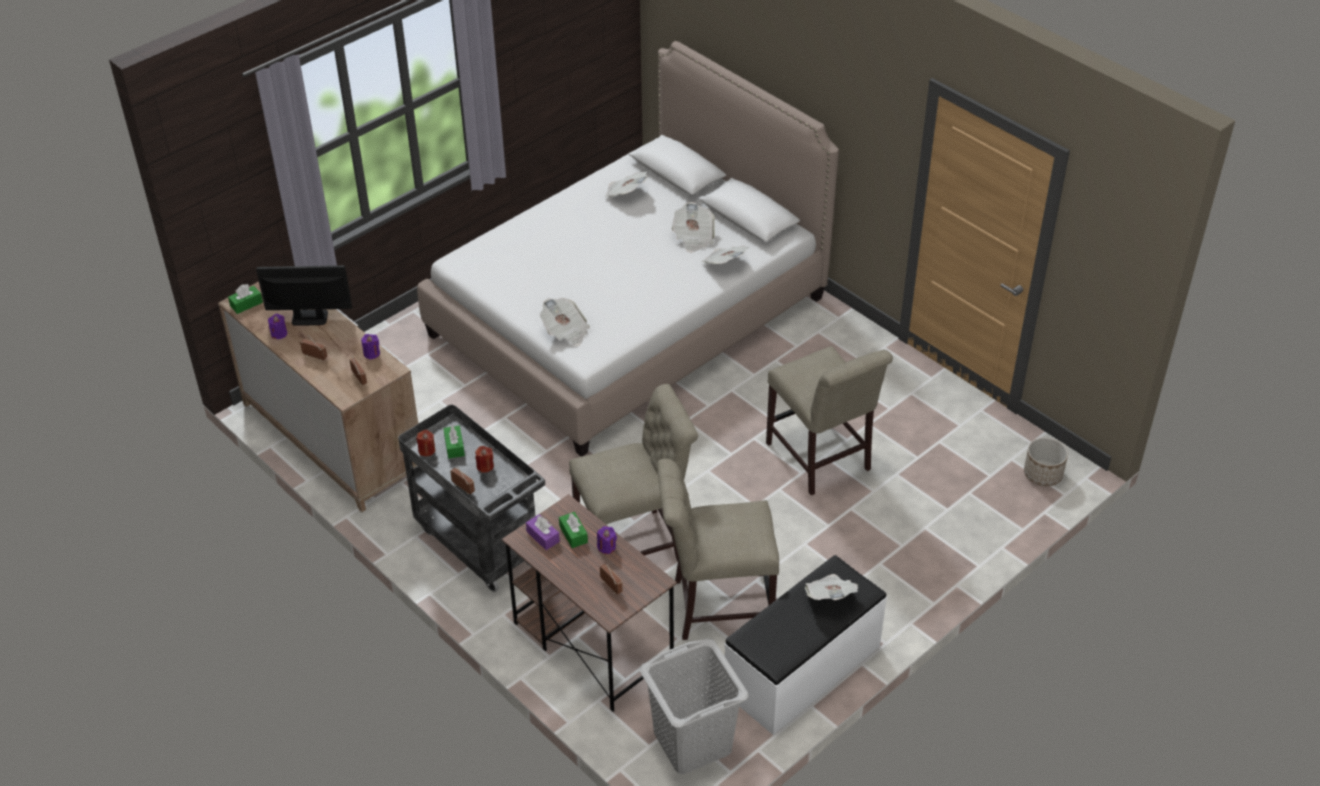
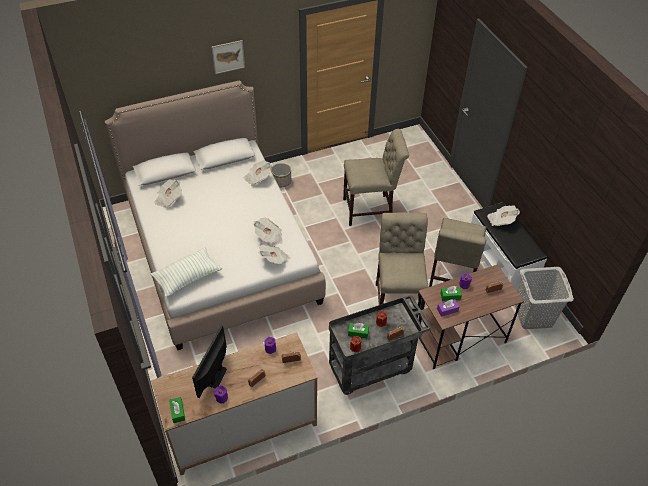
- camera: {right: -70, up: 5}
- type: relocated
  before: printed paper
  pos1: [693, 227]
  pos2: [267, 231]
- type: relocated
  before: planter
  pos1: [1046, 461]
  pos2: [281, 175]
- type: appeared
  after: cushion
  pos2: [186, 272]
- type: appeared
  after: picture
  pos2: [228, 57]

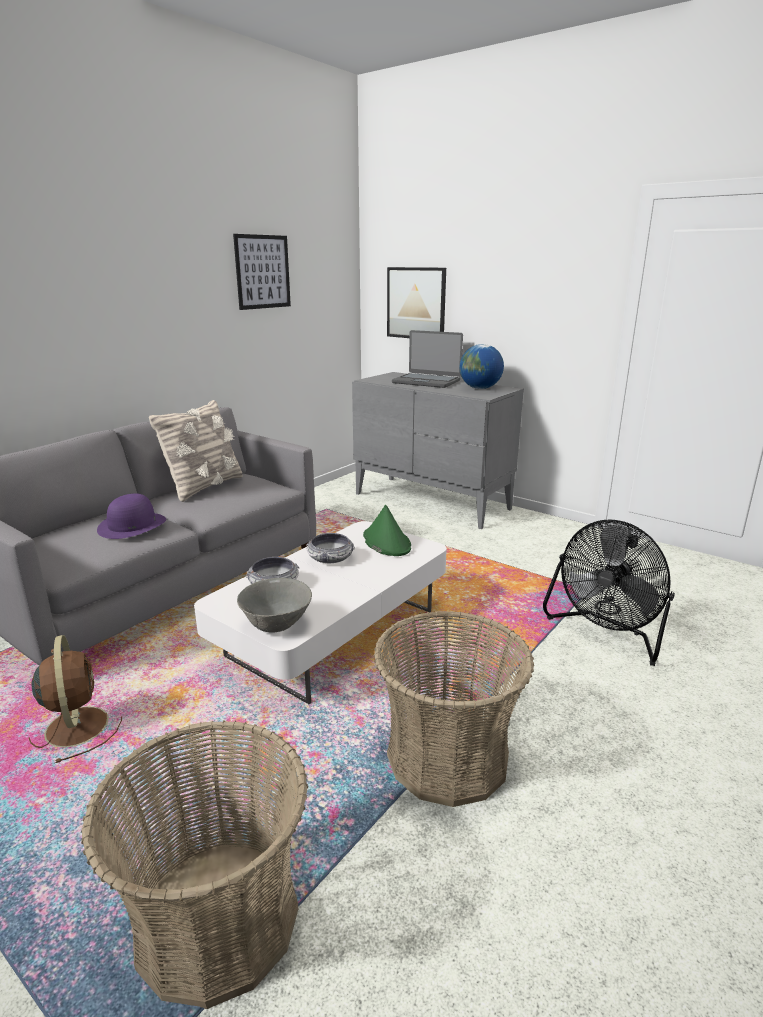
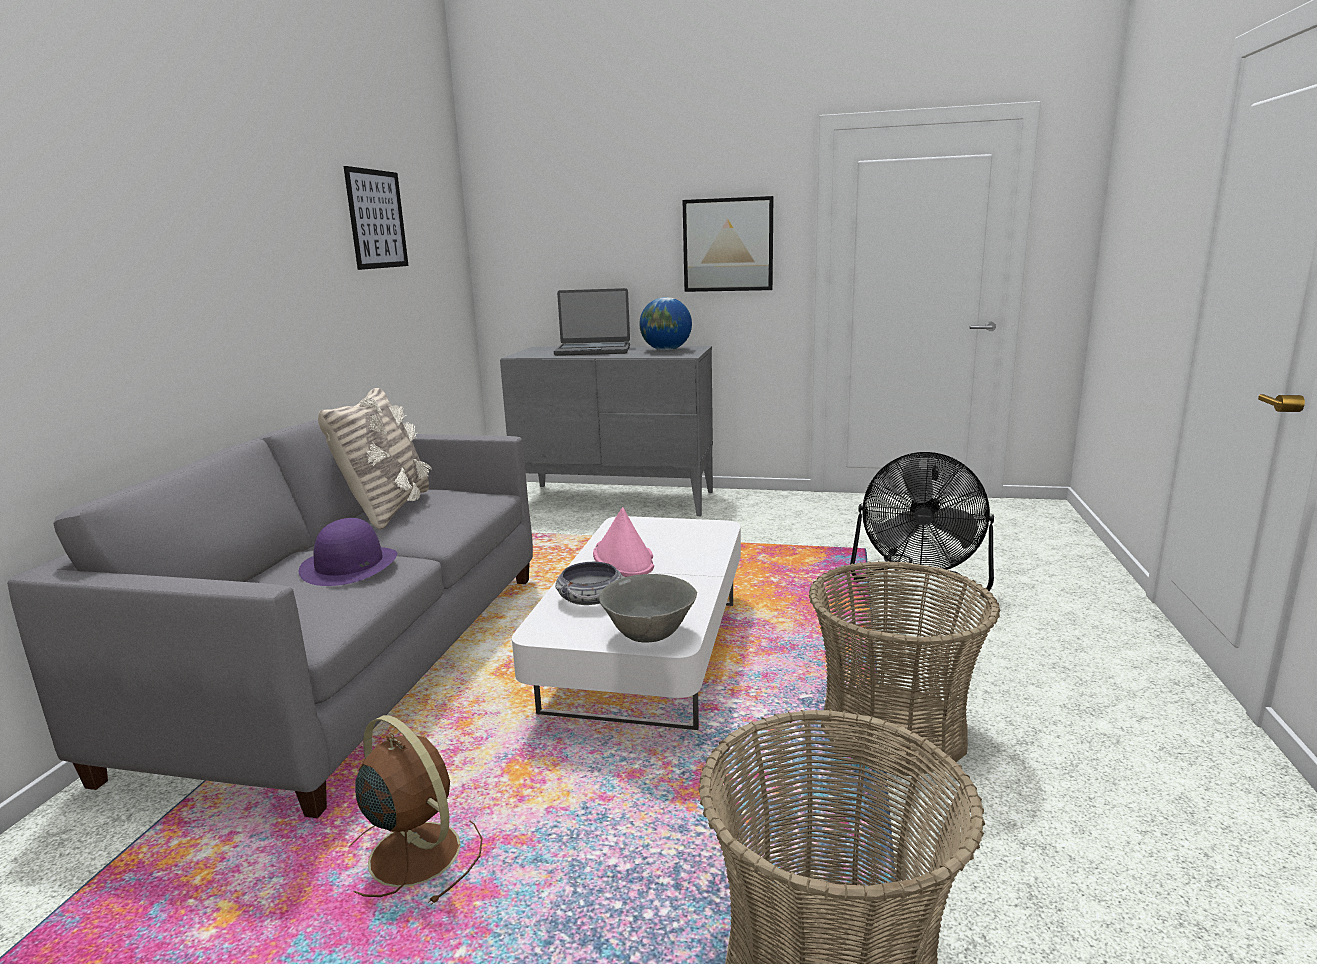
- camera: {right: -25, up: -5}
- type: exchanged
  before: serving bowl
  after: pink-coloured hat
  pos1: [330, 548]
  pos2: [623, 542]
- type: missing
  before: greenish hat
  pos1: [387, 530]
- type: relocated
  before: picture
  pos1: [416, 302]
  pos2: [728, 244]

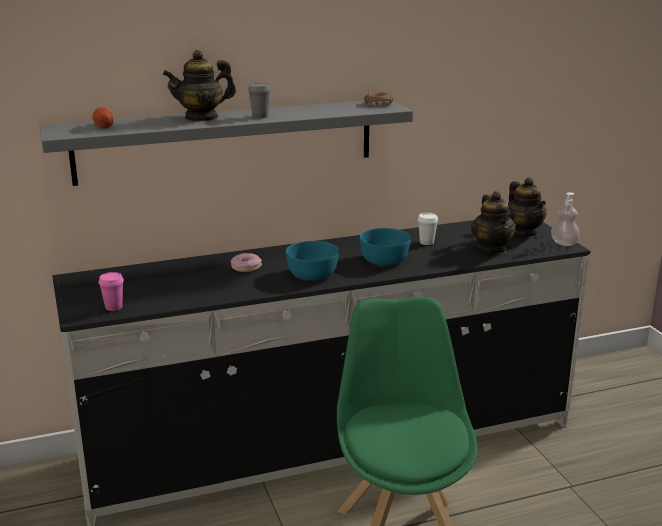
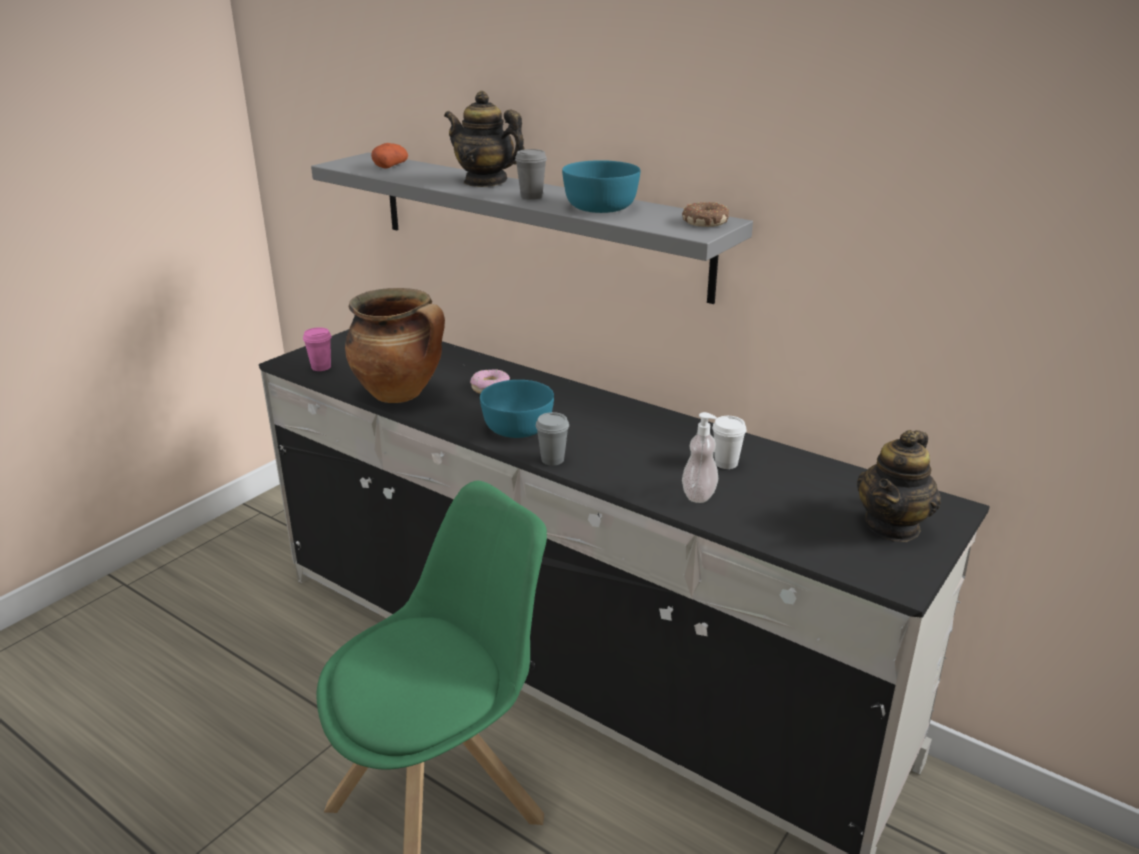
- camera: {right: 55, up: 5}
- type: relocated
  before: blue-green serving bowl
  pos1: [385, 247]
  pos2: [601, 186]
- type: missing
  before: pot for tea
  pos1: [493, 222]
- type: relocated
  before: soap dispenser
  pos1: [565, 219]
  pos2: [700, 457]
- type: appeared
  after: stockpot
  pos2: [395, 345]
- type: appeared
  after: greyish drinking cup
  pos2: [552, 439]

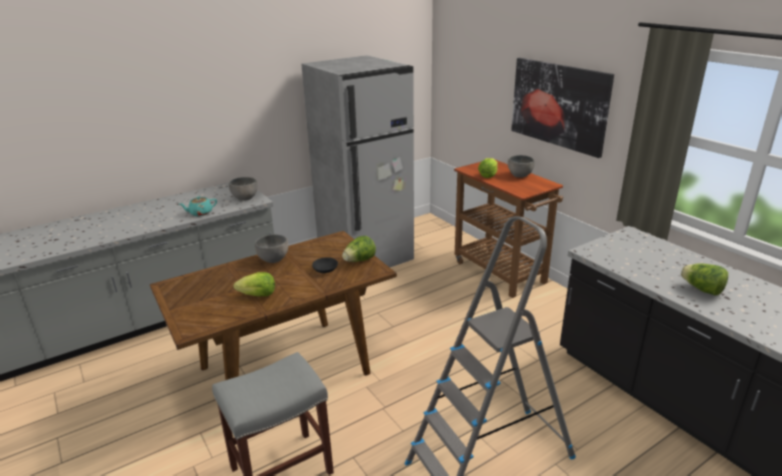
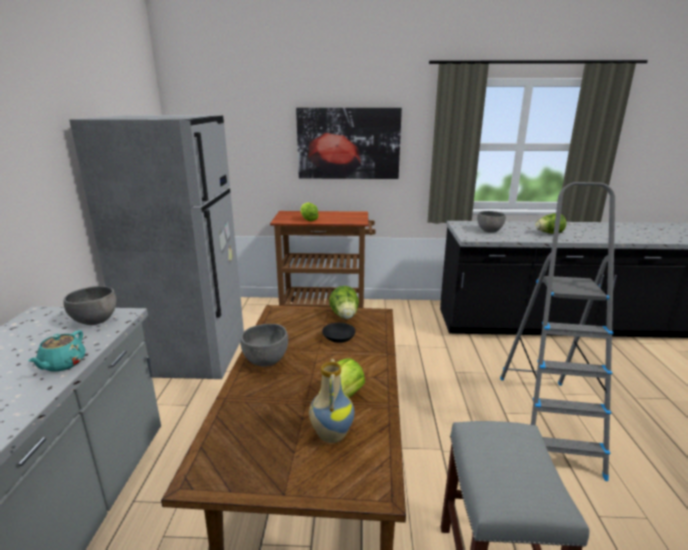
- camera: {right: -55, up: -5}
- type: relocated
  before: greyish serving bowl
  pos1: [521, 166]
  pos2: [491, 222]
- type: appeared
  after: decorative vase
  pos2: [331, 401]

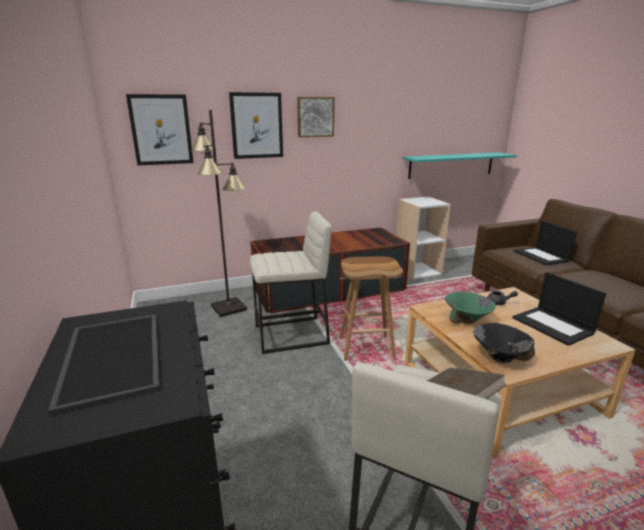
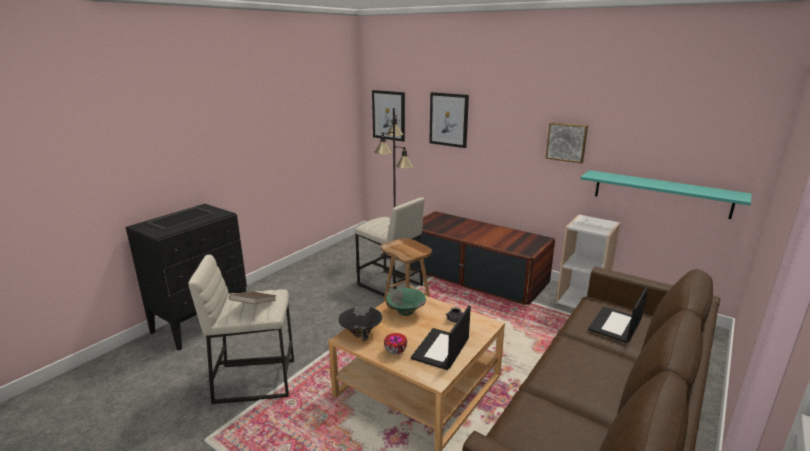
- camera: {right: 55, up: 0}
- type: relocated
  before: picture
  pos1: [315, 117]
  pos2: [567, 142]
- type: appeared
  after: serving bowl
  pos2: [395, 344]

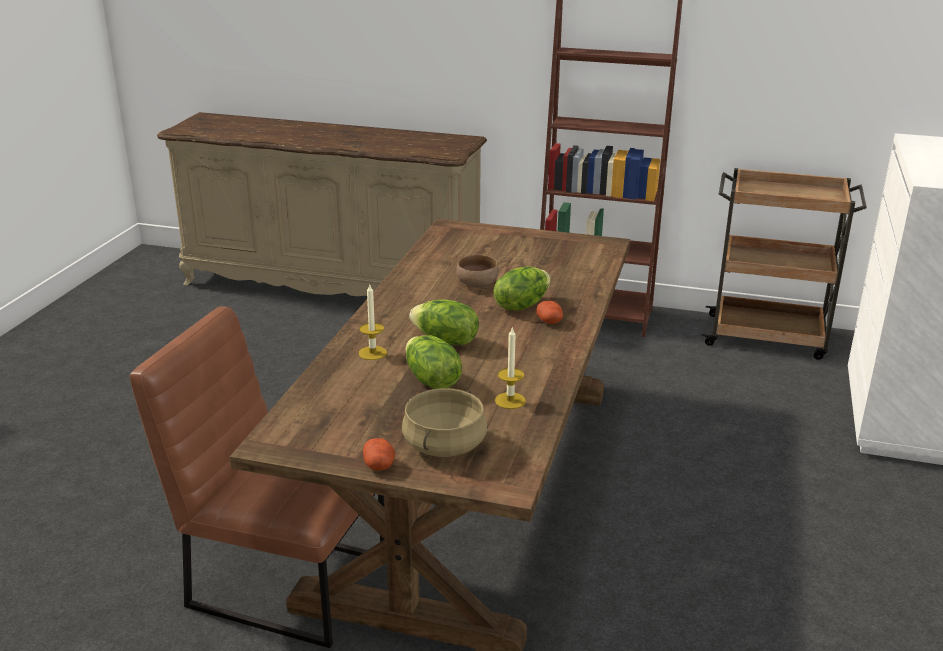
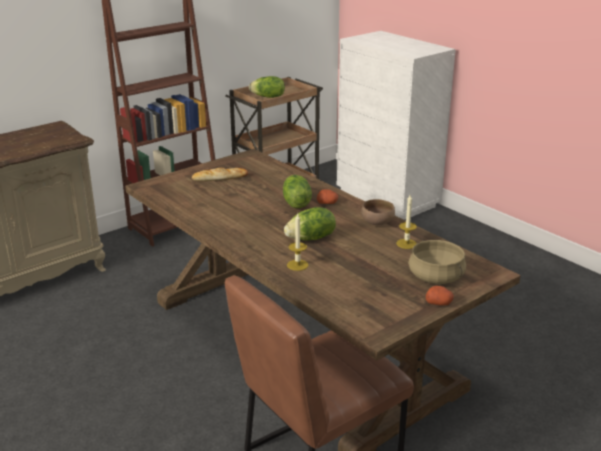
- camera: {right: -55, up: 0}
- type: relocated
  before: head of lettuce
  pos1: [433, 362]
  pos2: [267, 87]
- type: relocated
  before: brownish serving bowl
  pos1: [477, 271]
  pos2: [378, 212]
- type: appeared
  after: baked bread
  pos2: [220, 174]

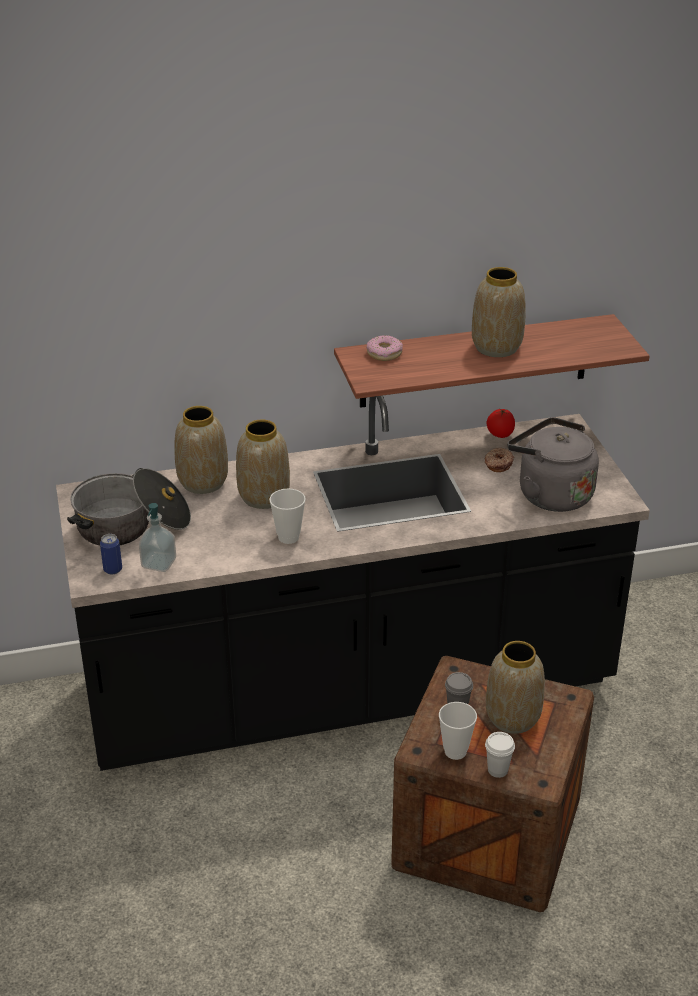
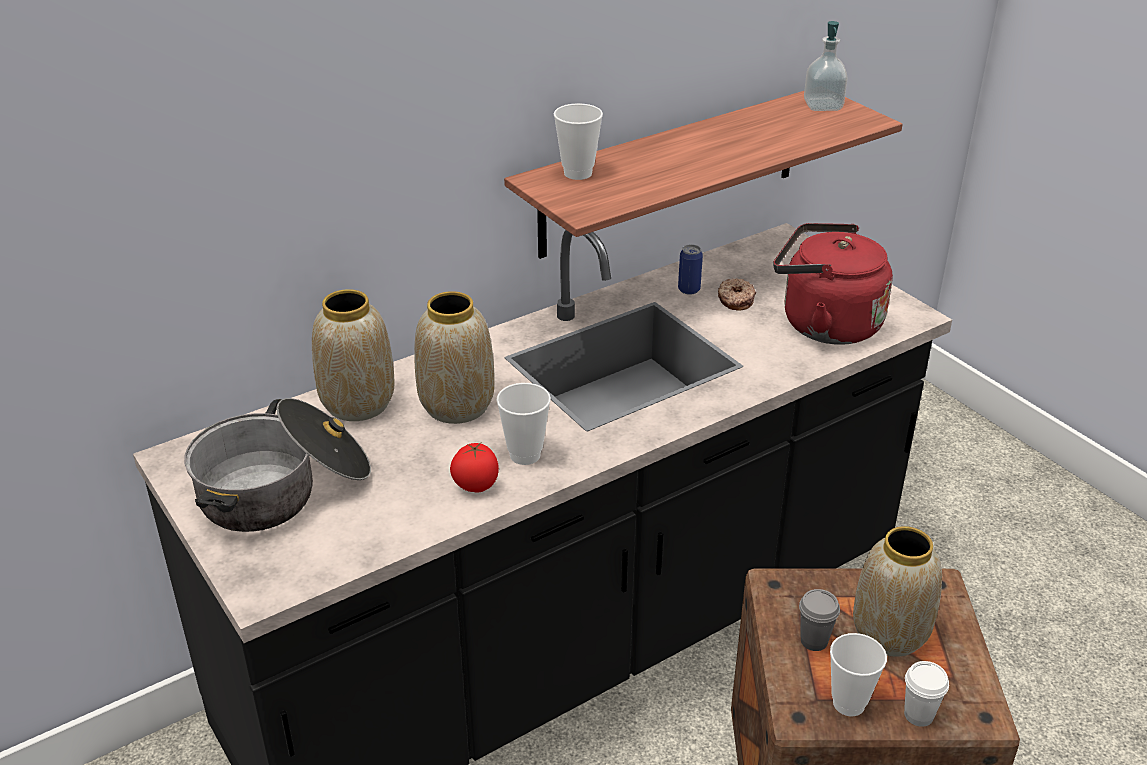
- camera: {right: -20, up: 0}
- type: relocated
  before: metal can
  pos1: [111, 554]
  pos2: [690, 269]
- type: relocated
  before: soap dispenser
  pos1: [157, 537]
  pos2: [826, 66]
- type: exchanged
  before: ring doughnut
  after: drinking cup
  pos1: [385, 348]
  pos2: [578, 141]
- type: missing
  before: decorative vase
  pos1: [499, 312]
- type: relocated
  before: fresh tomato
  pos1: [501, 423]
  pos2: [474, 467]
- type: colour
  before: greyish kettle
  after: red kettle
  pos1: [553, 465]
  pos2: [833, 284]

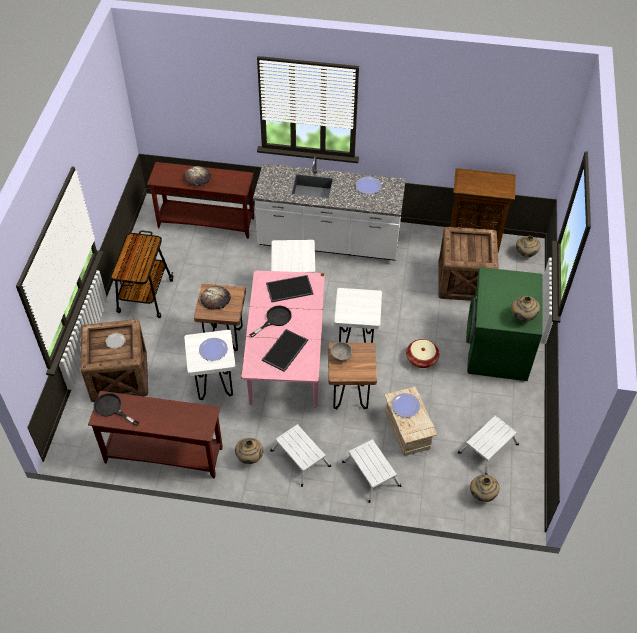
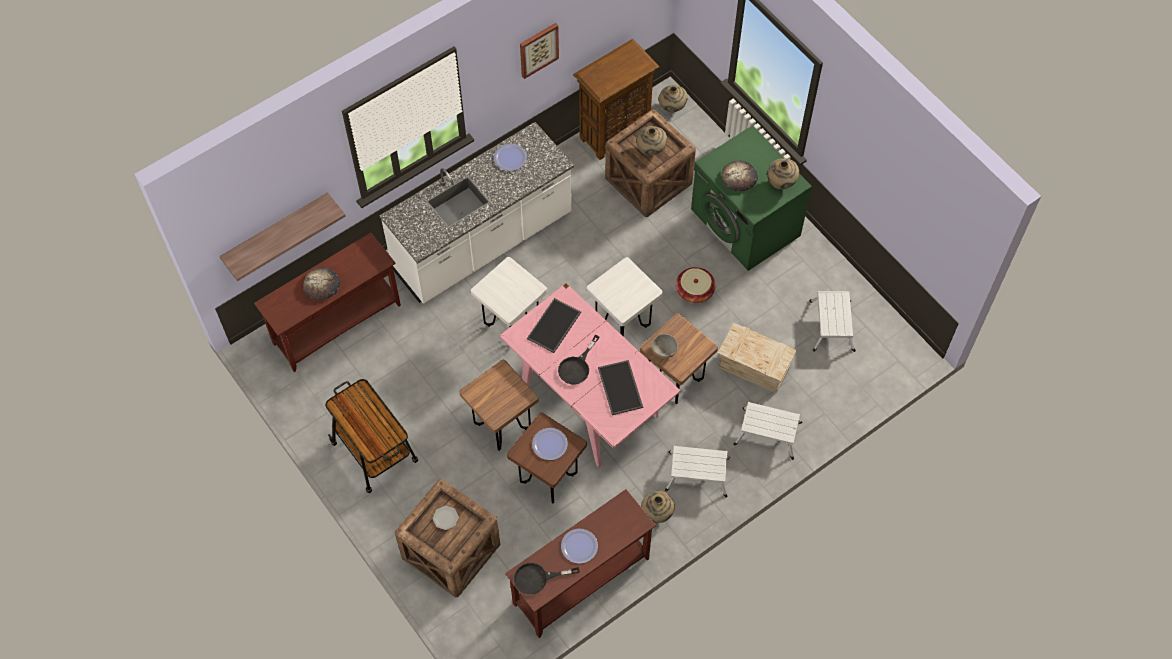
- camera: {right: -45, up: 10}
- type: colour
  before: white stool seat
  after: brownish stool seat
  pos1: [210, 365]
  pos2: [547, 458]
- type: relocated
  before: baked bread
  pos1: [215, 298]
  pos2: [740, 176]
- type: spun
  before: black skillet
  pos1: [270, 322]
  pos2: [578, 360]
  turn: -150
- type: relocated
  before: dinner plate
  pos1: [406, 405]
  pos2: [579, 546]
- type: relocated
  before: sand-coloured decorative vase
  pos1: [485, 488]
  pos2: [651, 140]
- type: appeared
  after: shelf
  pos2: [282, 236]
- type: appeared
  after: picture
  pos2: [539, 51]

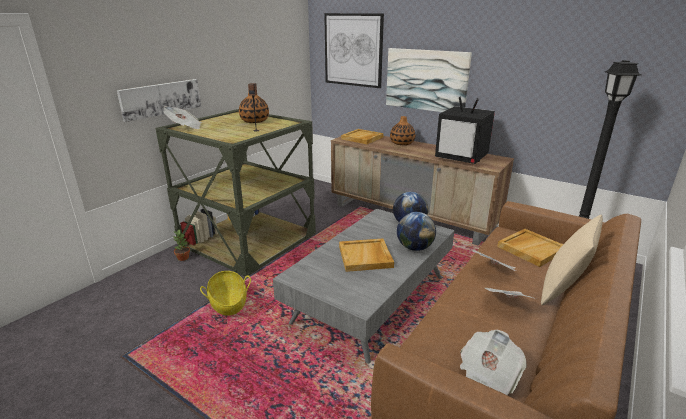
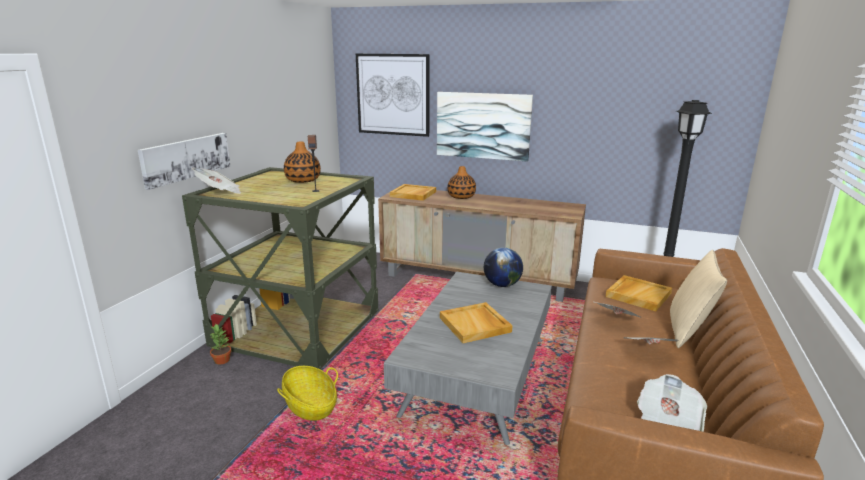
- camera: {right: -15, up: -5}
- type: missing
  before: world globe
  pos1: [416, 231]
- type: missing
  before: TV set
  pos1: [465, 130]

